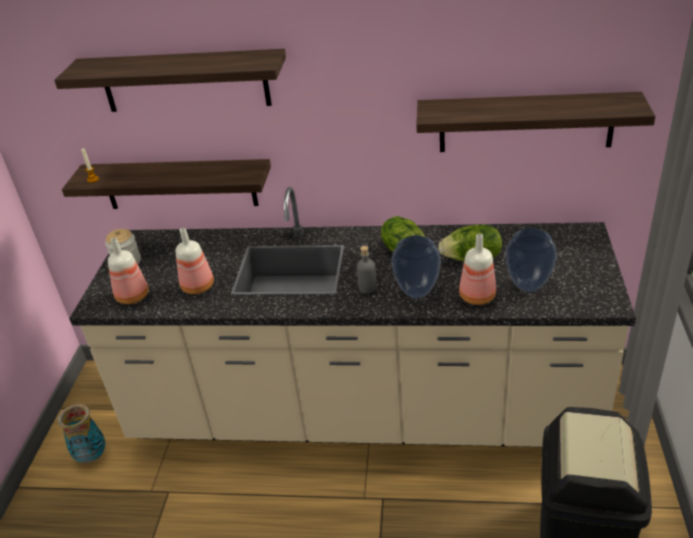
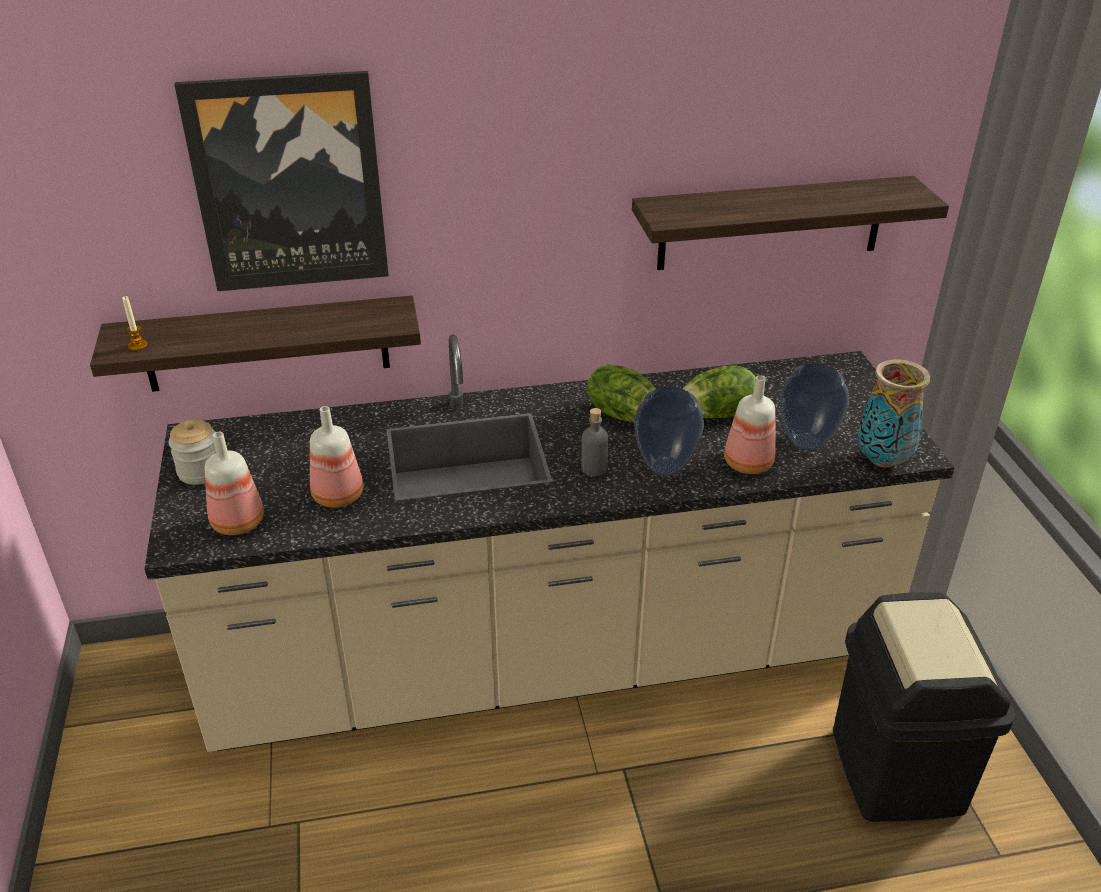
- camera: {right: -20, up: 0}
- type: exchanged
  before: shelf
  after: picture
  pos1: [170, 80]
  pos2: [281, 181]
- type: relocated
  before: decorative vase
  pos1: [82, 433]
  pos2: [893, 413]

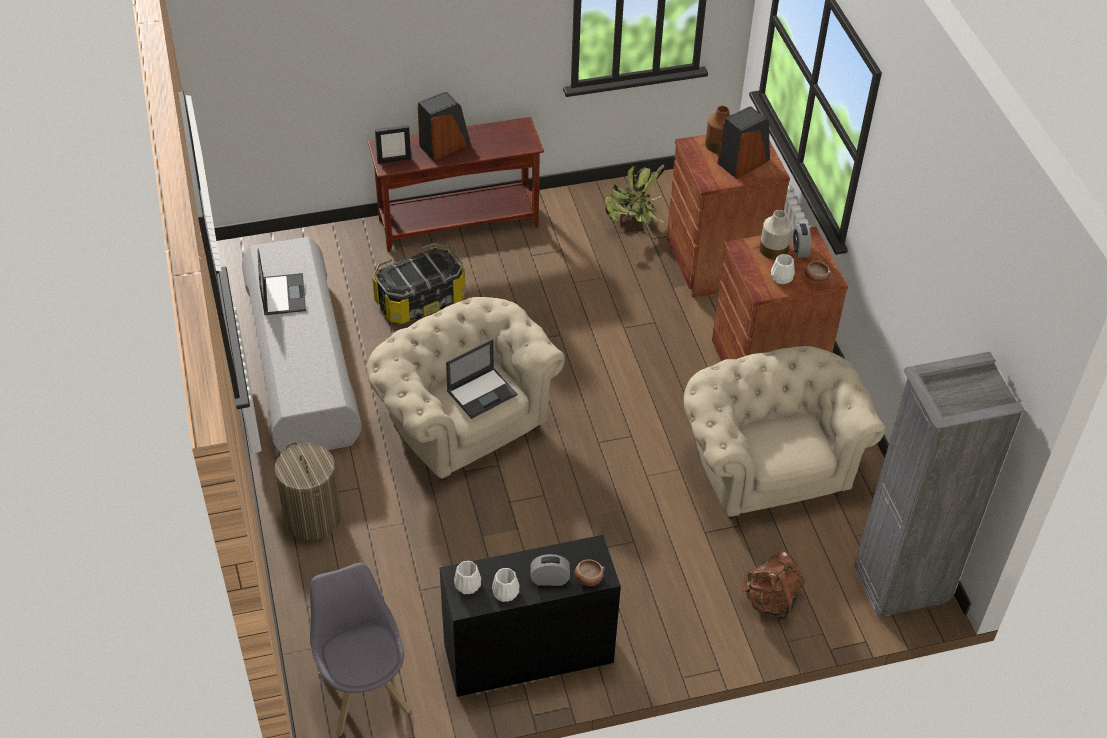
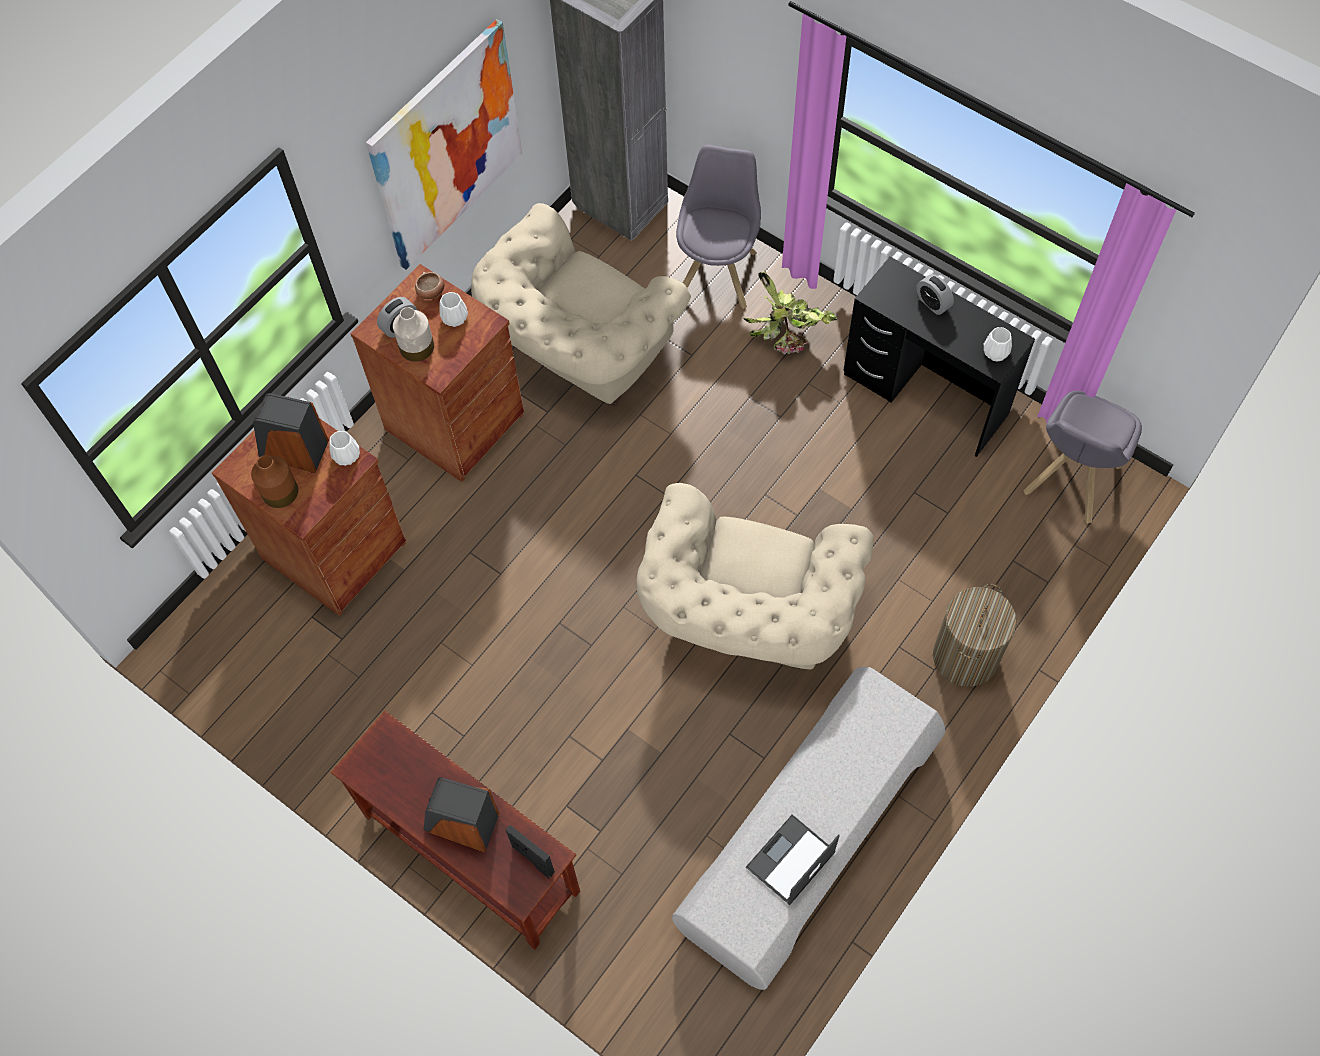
- camera: {right: -125, up: 15}
- type: missing
  before: storage box
  pos1: [419, 283]
- type: missing
  before: notebook computer
  pos1: [481, 379]
- type: relocated
  before: white decorative vase
  pos1: [505, 585]
  pos2: [344, 448]
- type: missing
  before: serving bowl
  pos1: [589, 572]
- type: relocated
  before: houseplant
  pos1: [635, 195]
  pos2: [790, 313]
- type: exchanged
  before: brownish knapsack
  after: greyish chair
  pos1: [773, 586]
  pos2: [718, 227]
- type: appeared
  after: picture
  pos2: [444, 144]

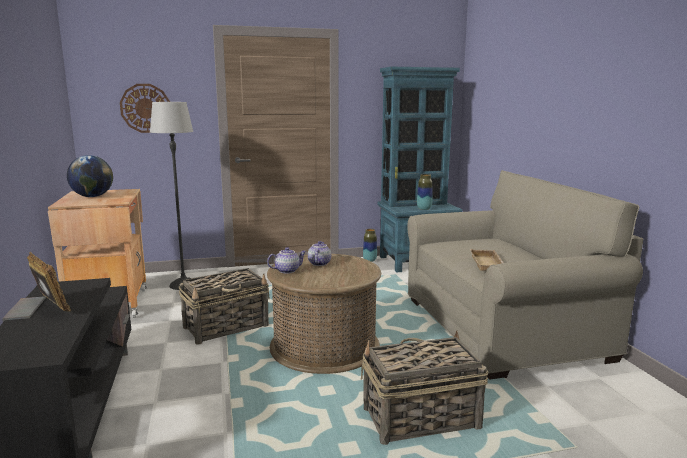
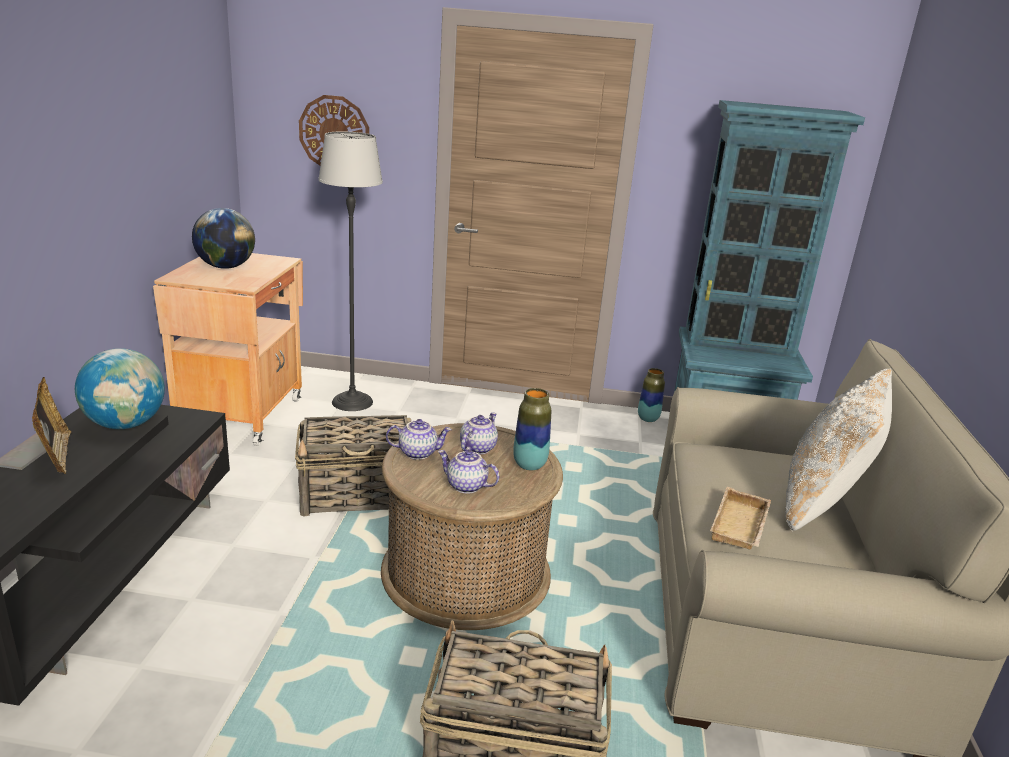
- camera: {right: 20, up: 10}
- type: relocated
  before: decorative vase
  pos1: [424, 192]
  pos2: [532, 429]
- type: appeared
  after: world globe
  pos2: [120, 388]
- type: appeared
  after: pot for tea
  pos2: [468, 472]
- type: appeared
  after: white cushion
  pos2: [838, 449]

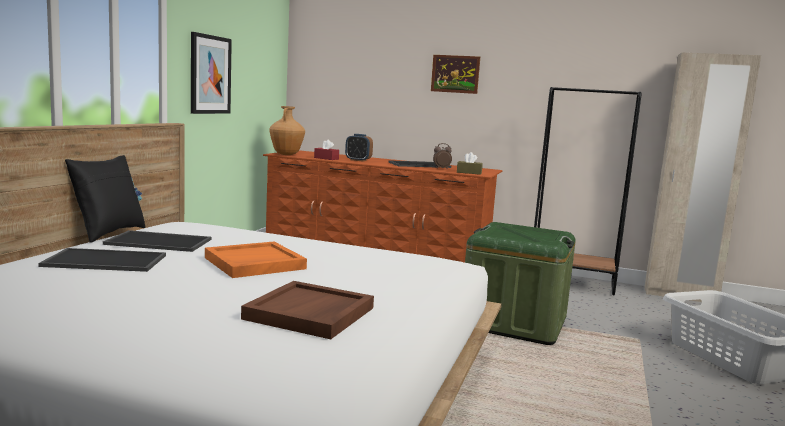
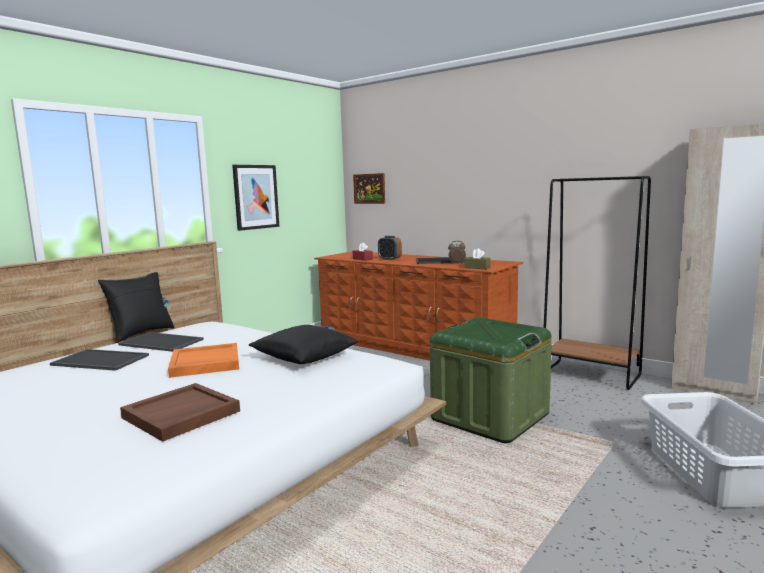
- camera: {right: 20, up: 0}
- type: missing
  before: brownish decorative vase
  pos1: [287, 130]
- type: relocated
  before: picture
  pos1: [455, 74]
  pos2: [369, 188]
- type: appeared
  after: black cushion
  pos2: [303, 344]

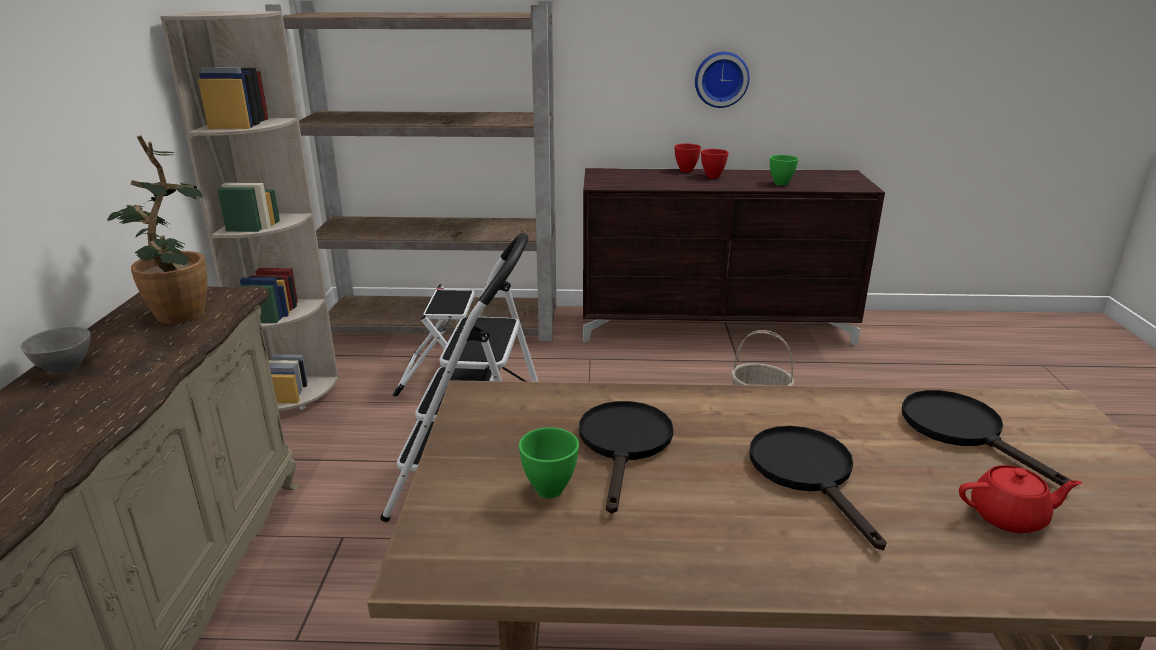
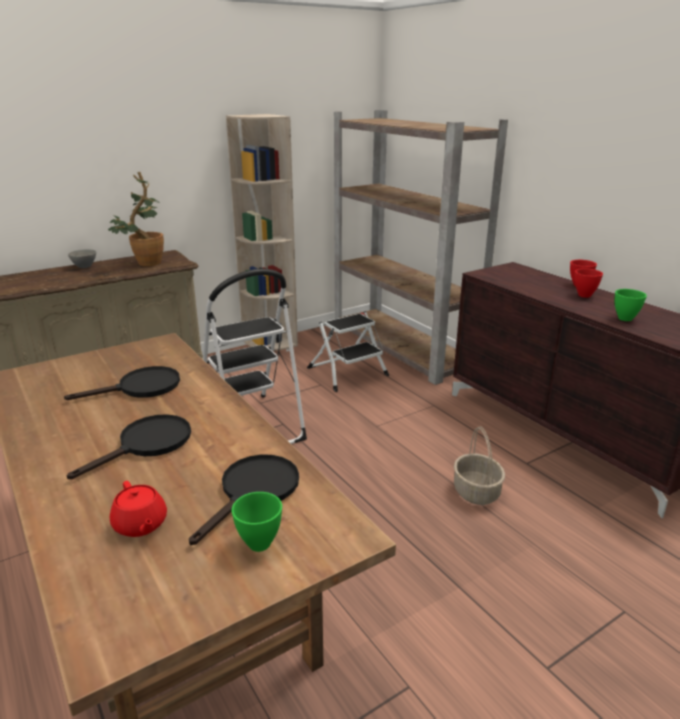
- camera: {right: 55, up: 0}
- type: relocated
  before: greenish serving bowl
  pos1: [549, 462]
  pos2: [256, 522]
- type: missing
  before: wall clock
  pos1: [722, 80]

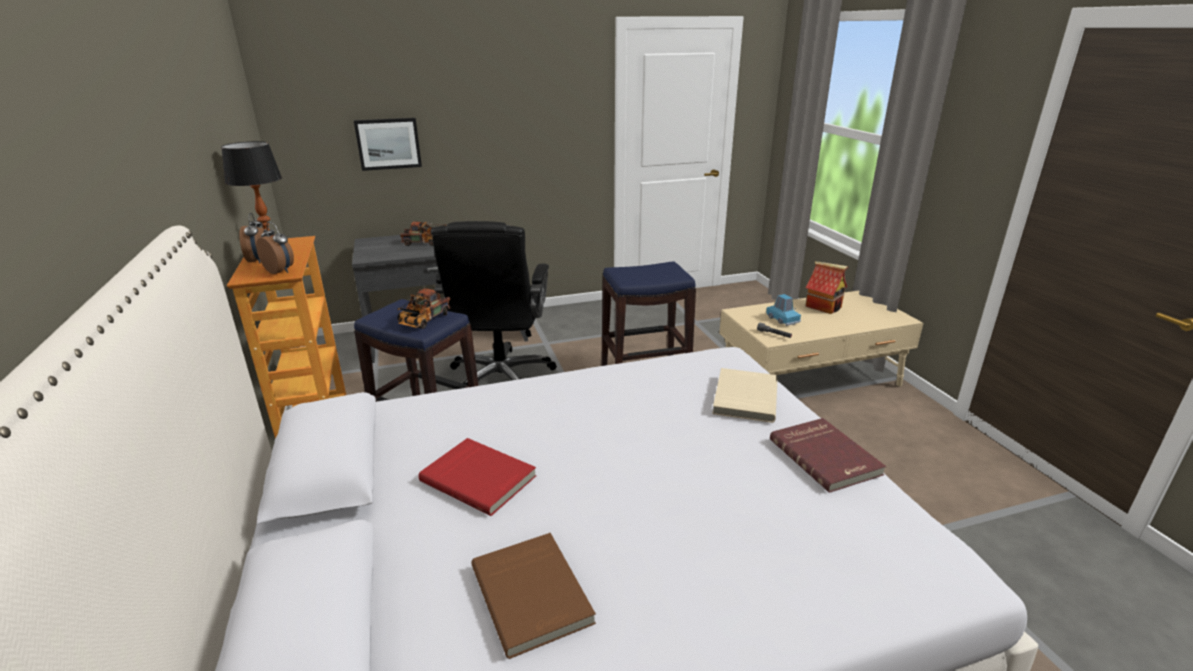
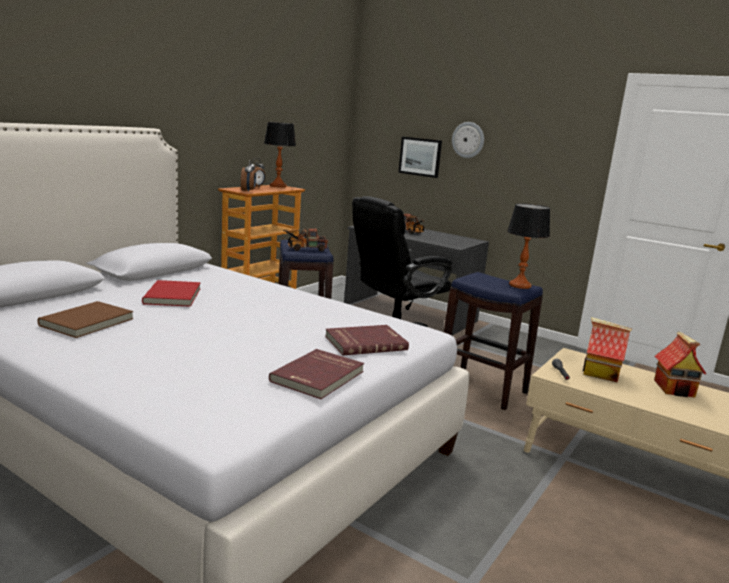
- camera: {right: 50, up: -10}
- type: colour
  before: sand-coloured book
  after: red book
  pos1: [745, 395]
  pos2: [367, 340]
- type: exchanged
  before: bluish model car
  after: toy house
  pos1: [783, 310]
  pos2: [607, 349]
- type: appeared
  after: wall clock
  pos2: [468, 140]
- type: appeared
  after: table lamp
  pos2: [528, 246]

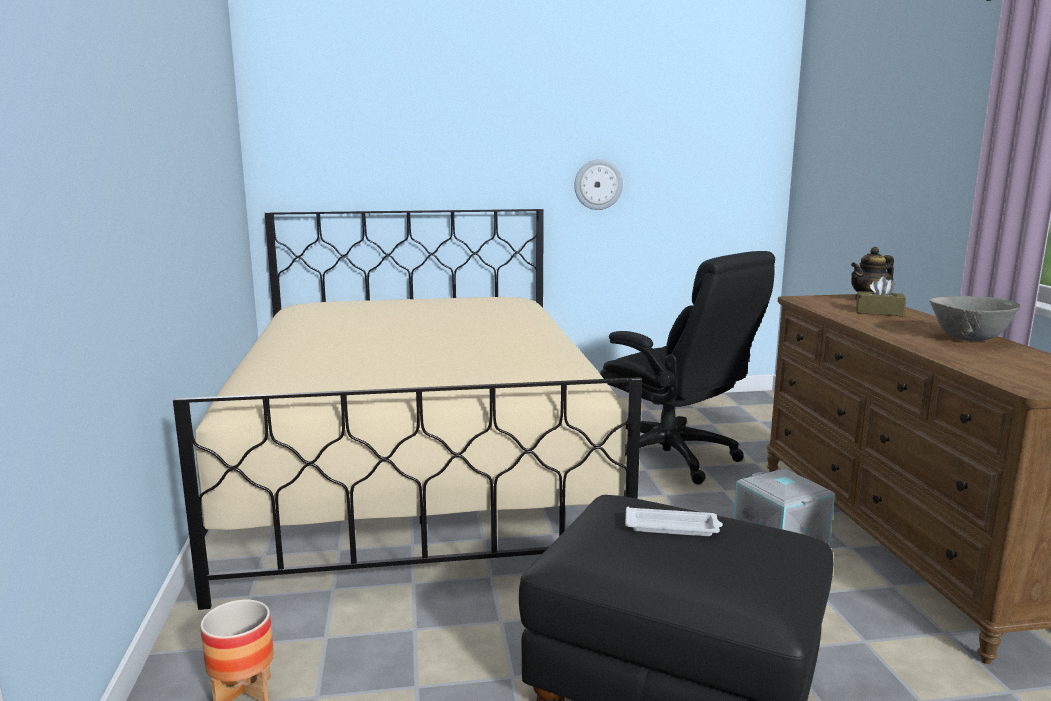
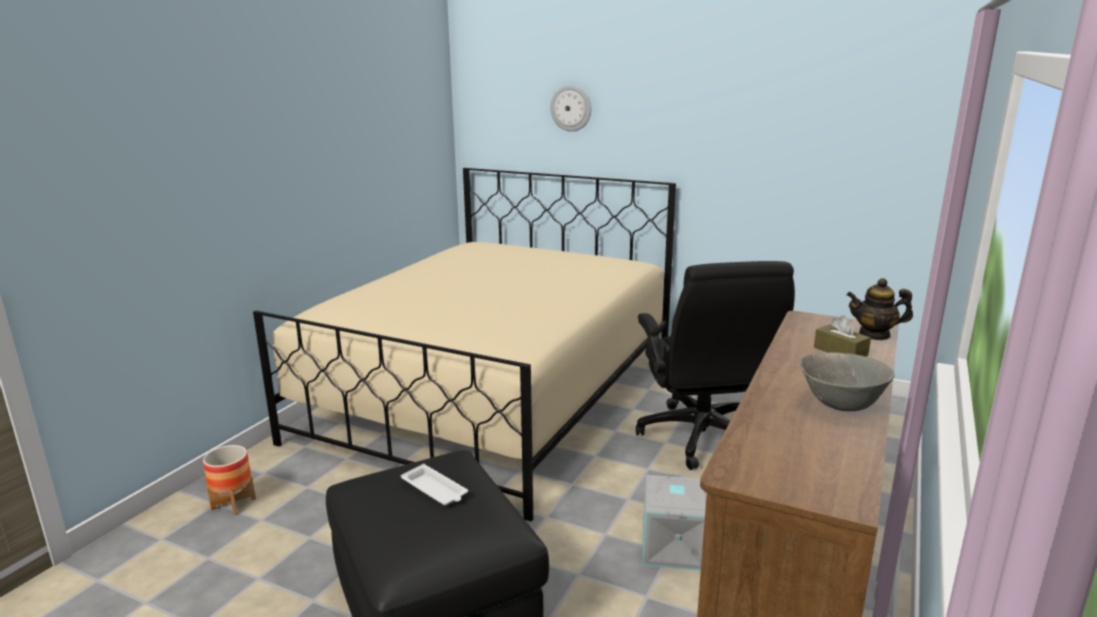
- camera: {right: 35, up: 5}
- type: relocated
  before: wall clock
  pos1: [598, 184]
  pos2: [570, 108]

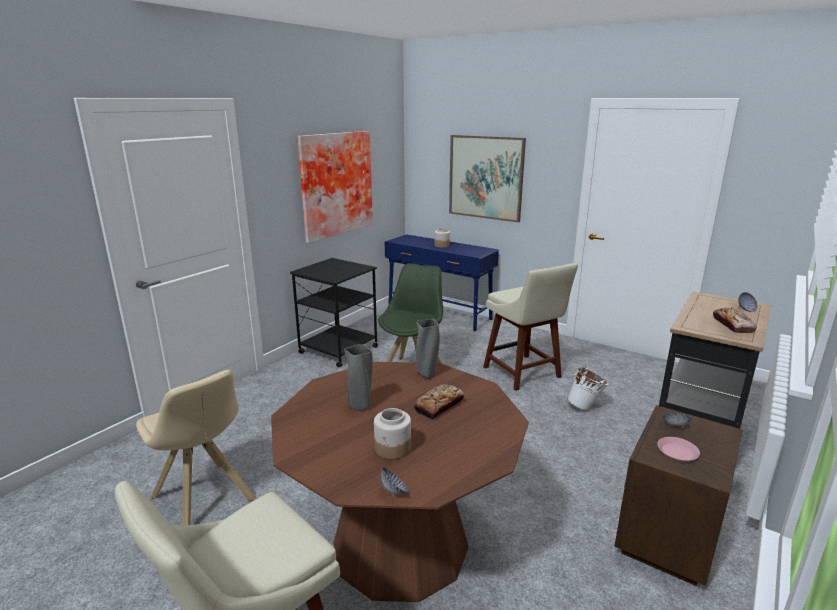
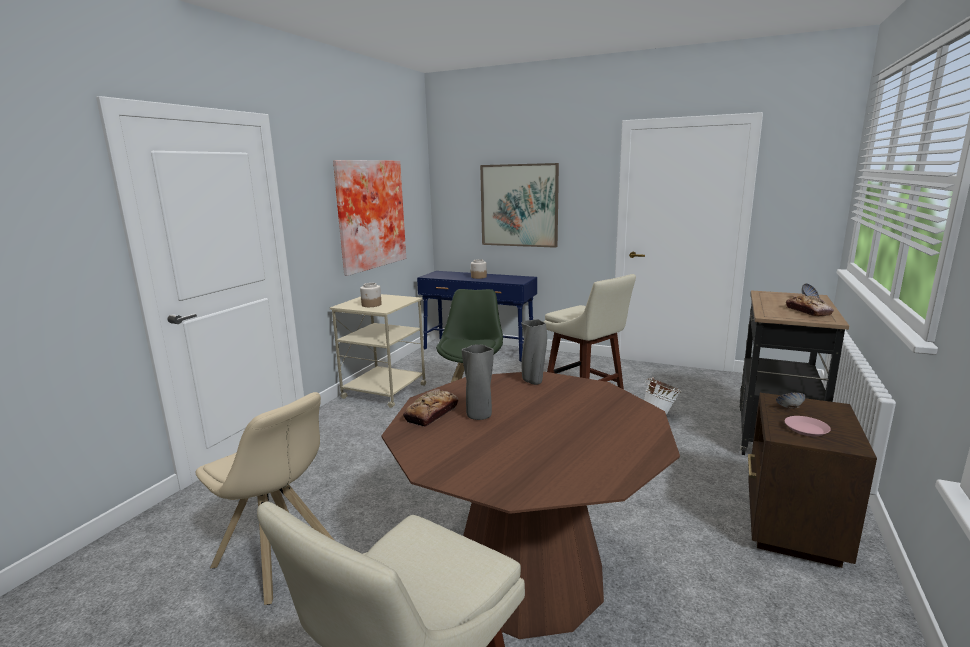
- camera: {right: -10, up: -5}
- type: colour
  before: black cart
  after: sand-coloured cart
  pos1: [334, 313]
  pos2: [378, 351]
- type: relocated
  before: preserve jar
  pos1: [392, 433]
  pos2: [371, 295]
- type: missing
  before: serving bowl
  pos1: [395, 481]
- type: relocated
  before: baked bread
  pos1: [439, 402]
  pos2: [431, 408]

